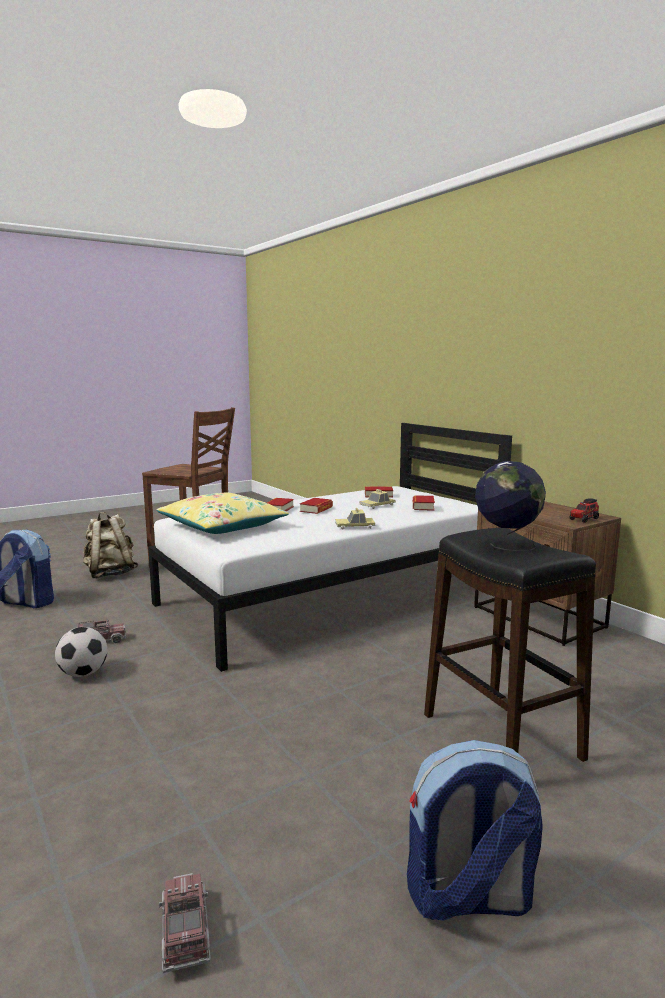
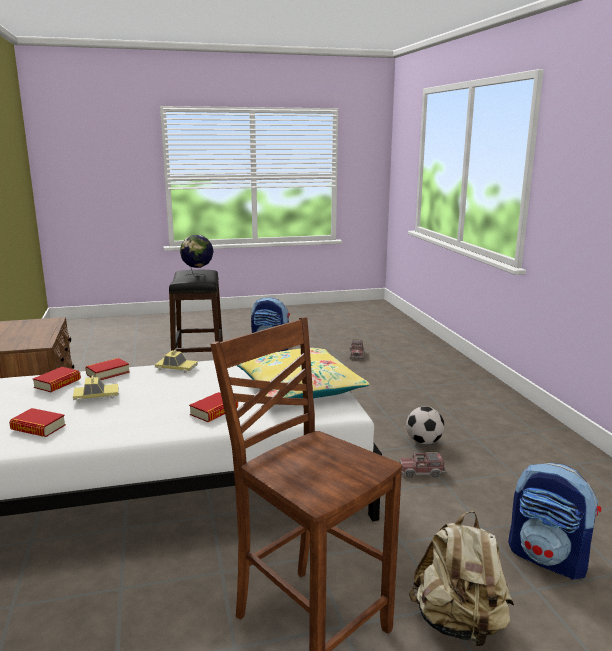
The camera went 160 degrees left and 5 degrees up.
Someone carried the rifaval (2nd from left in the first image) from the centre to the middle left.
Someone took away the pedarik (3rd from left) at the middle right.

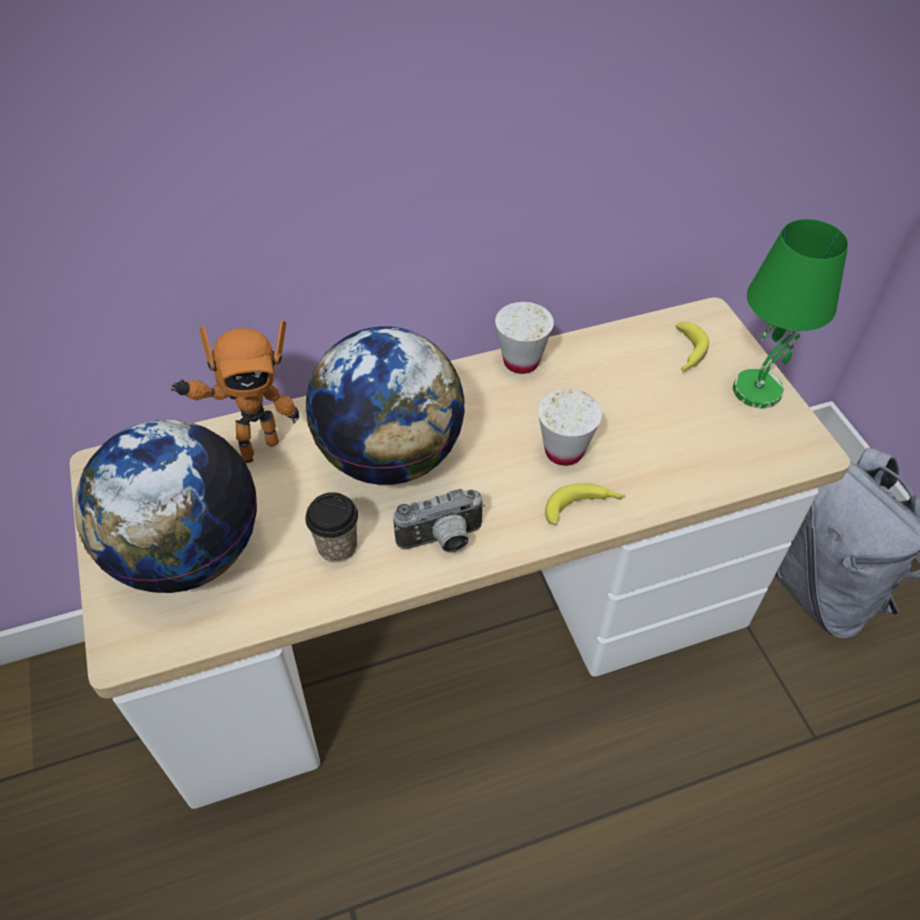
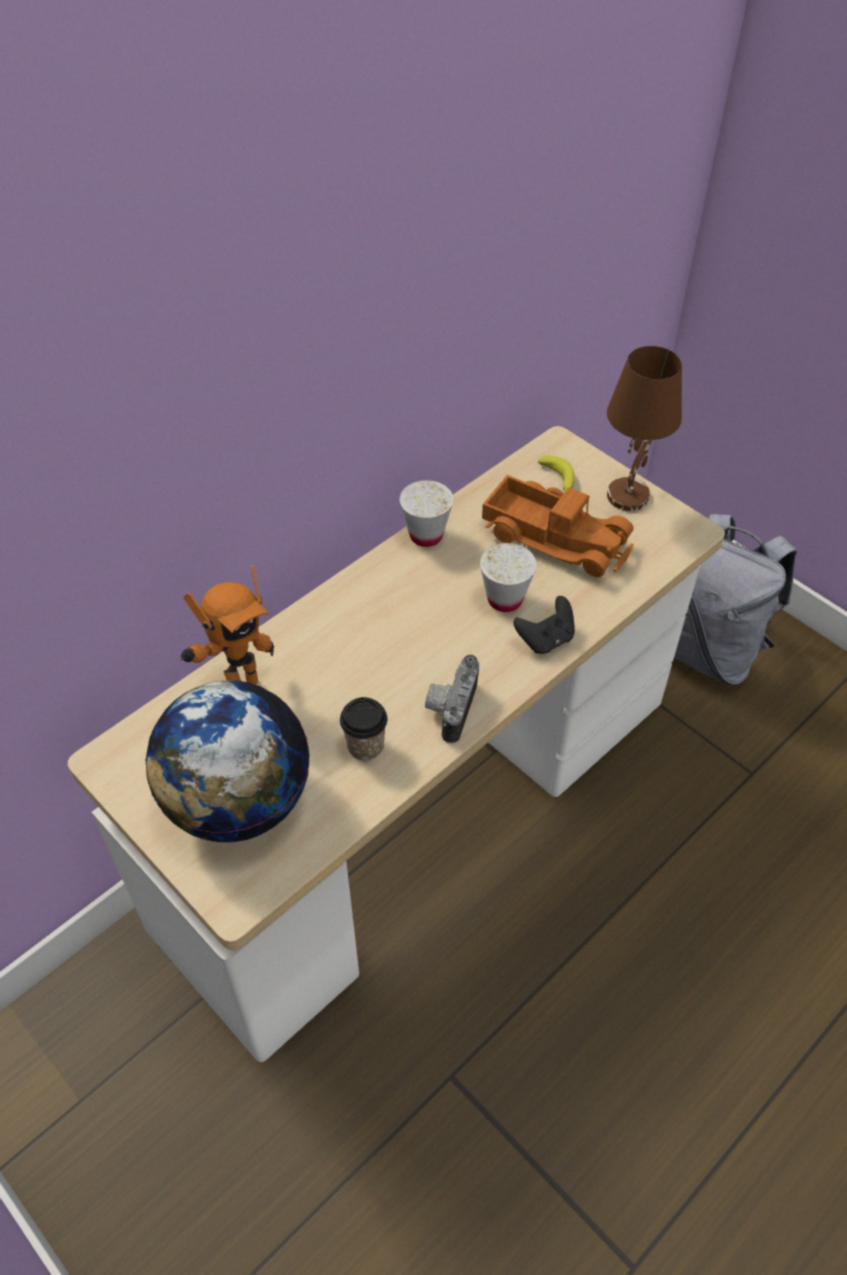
The camera went 25 degrees left and 0 degrees up.
Someone rotated the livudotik at the centre by 150 degrees clockwise.
Someone put down the pedarik at the centre.
Someone swapped the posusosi (1st from left) at the centre for the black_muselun at the centre.
Someone repainted the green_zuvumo at the middle right, which became the brown_zuvumo at the middle right.
Someone took away the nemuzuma (2nd from left) at the centre.

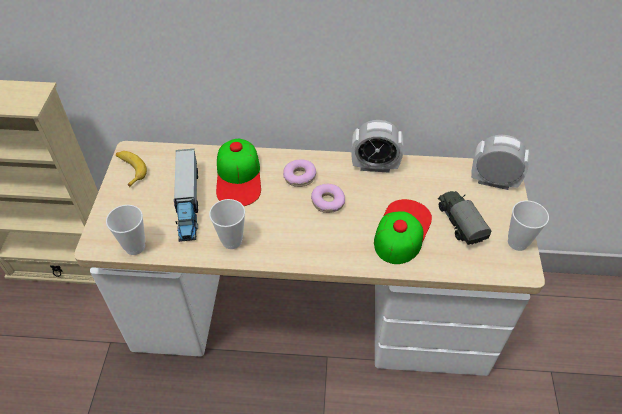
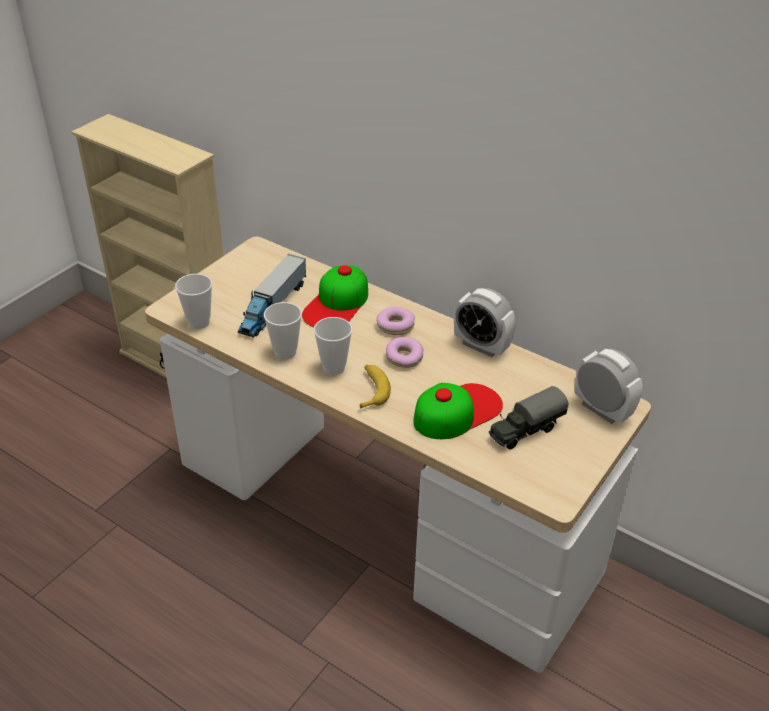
The camera went 30 degrees right and 10 degrees down.
Someone carried the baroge (3rd from left) from the middle right to the centre.
Someone carried the posusosi from the middle left to the centre.
Someone rotated the pedarik (2nd from left) at the middle right by 135 degrees counterclockwise.

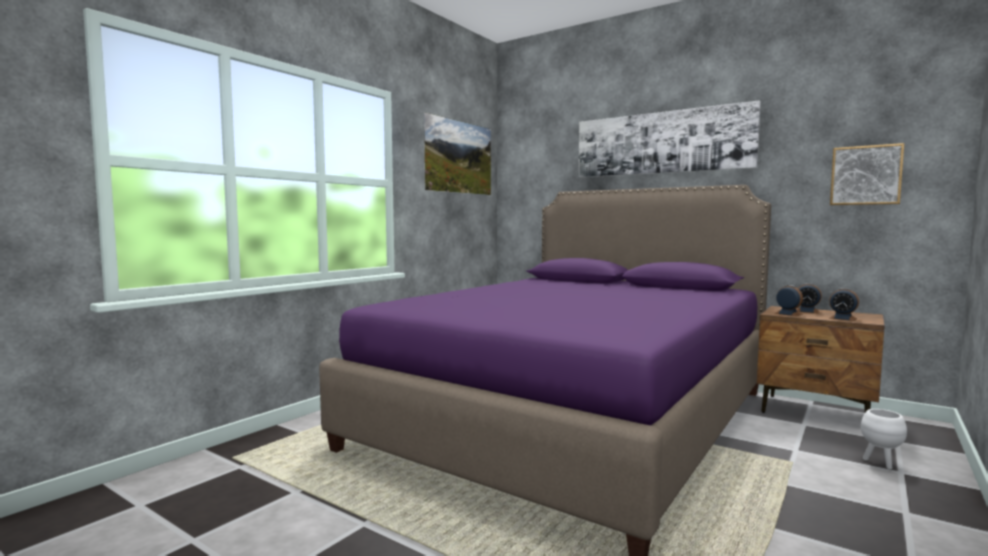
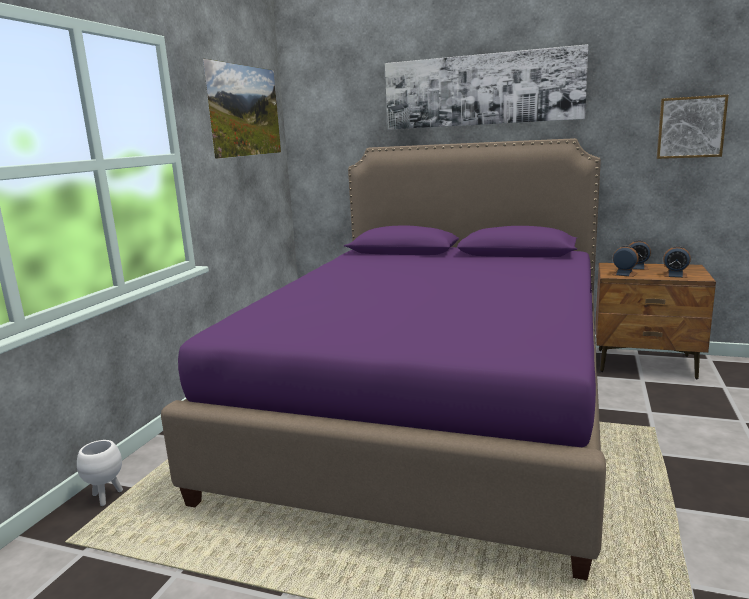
The camera went 15 degrees left and 10 degrees up.
Someone carried the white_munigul from the bottom right to the bottom left.

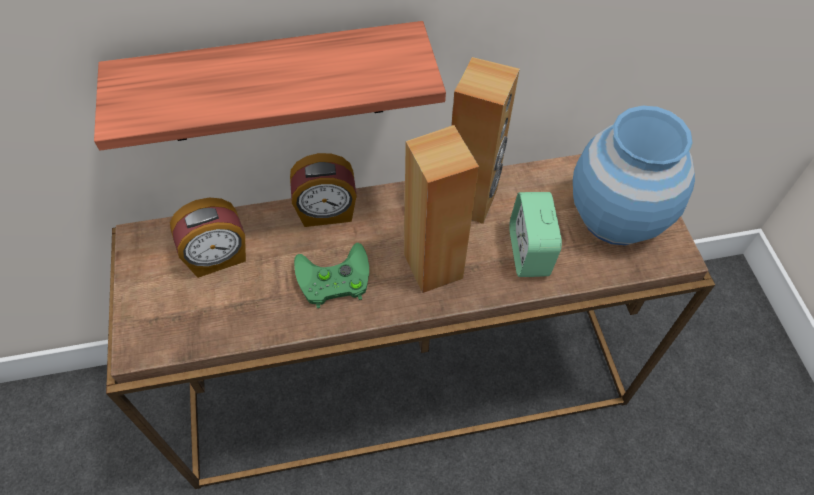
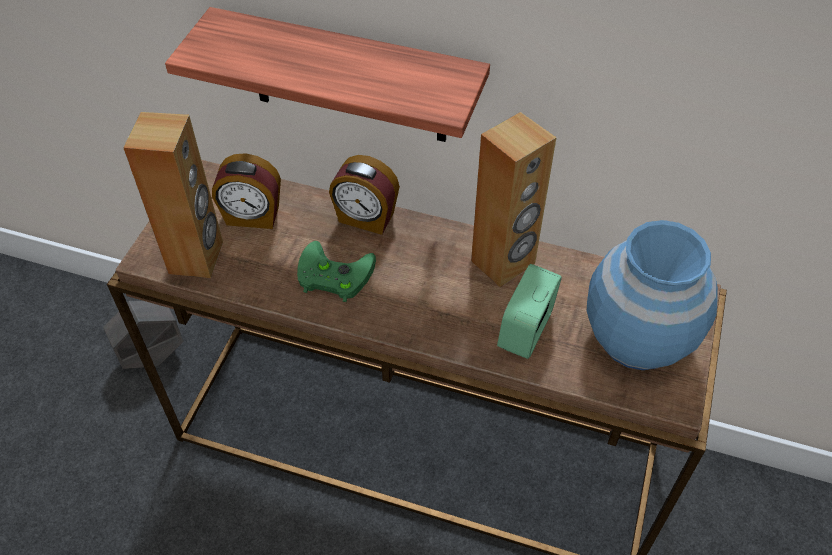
The camera went 30 degrees right and 5 degrees down.
Someone put down the grey_munigul at the middle left.
Someone carried the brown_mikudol (1st from left) from the centre to the middle left.

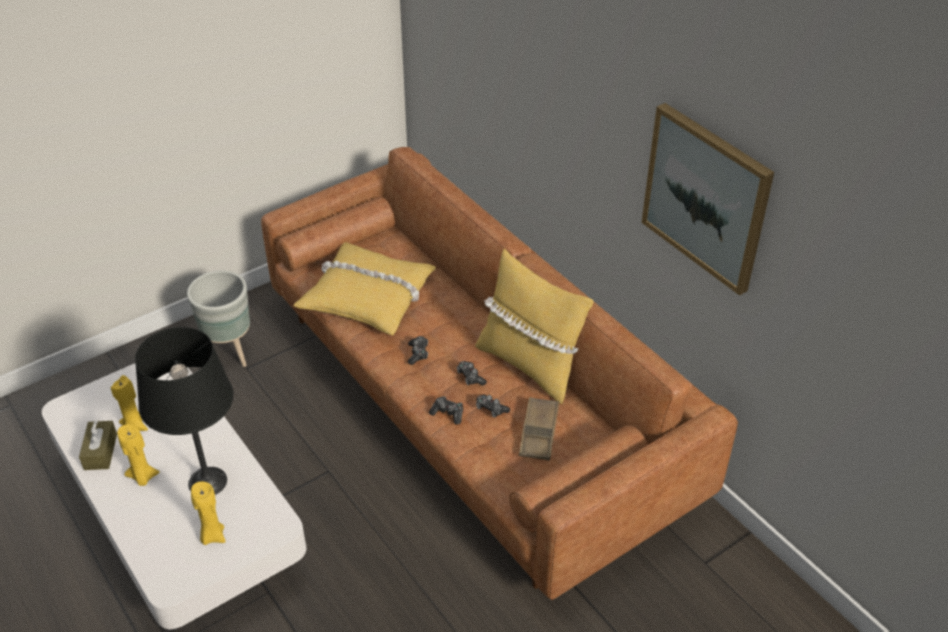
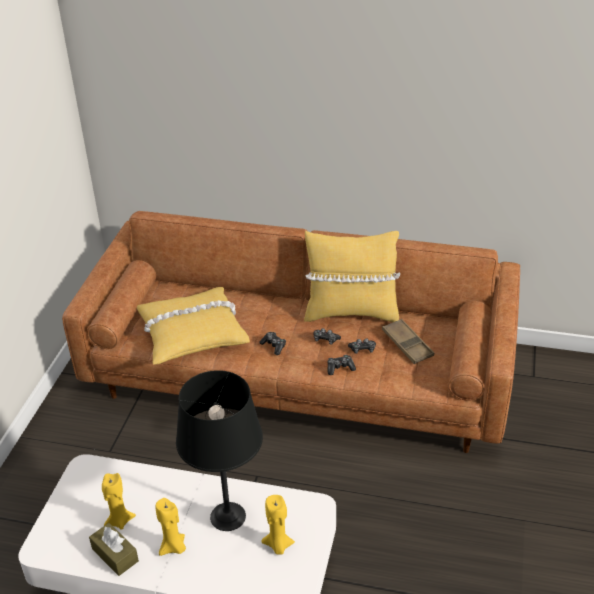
The camera went 40 degrees left and 5 degrees down.
Someone took away the grey_munigul at the middle left.
Someone took away the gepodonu at the top right.

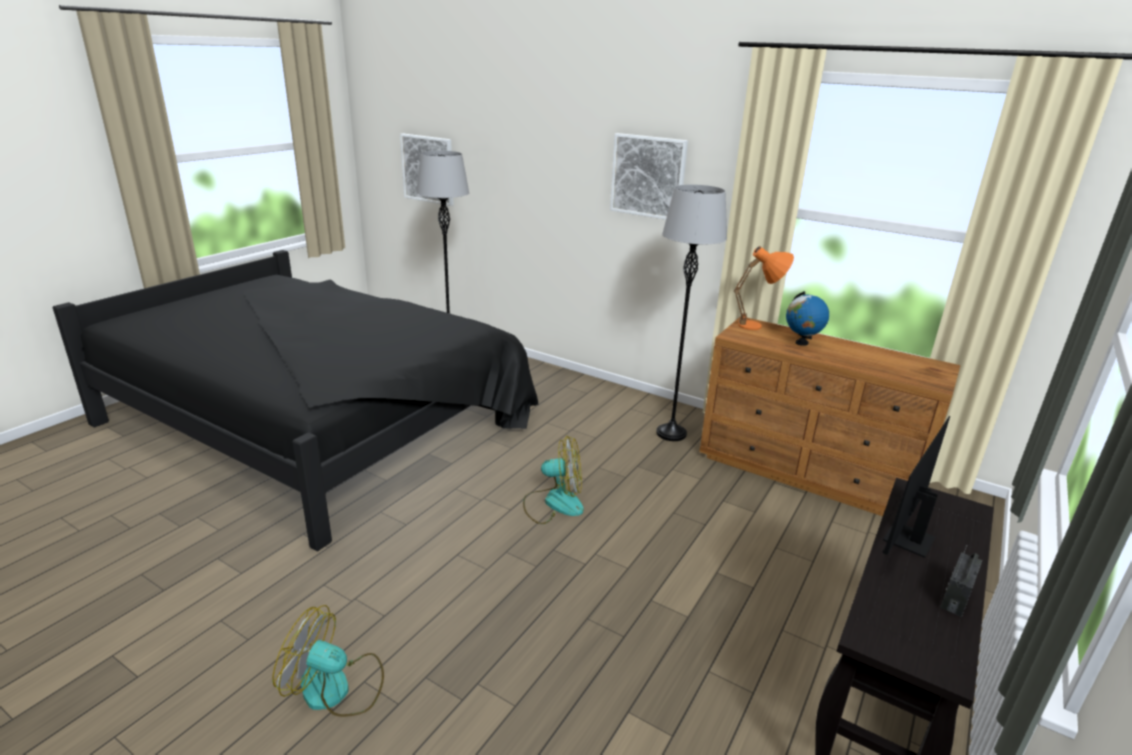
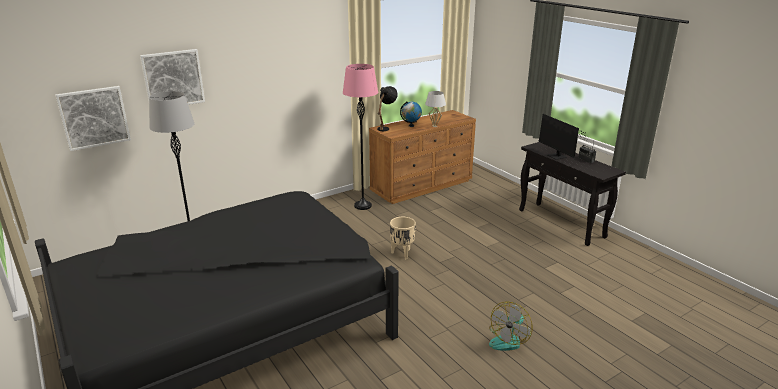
The camera went 65 degrees left and 0 degrees up.
Someone carried the gepodonu (2nd from left) from the top centre to the top left.
Someone repainted the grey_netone (2nd from left) at the centre, which became the pink_netone at the centre.
Someone repainted the orange_zuvumo at the middle right, which became the black_zuvumo at the top centre.
Someone swapped the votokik (2nd from left) at the centre for the beige_munigul at the centre.
Someone put down the white_zuvumo at the top centre.

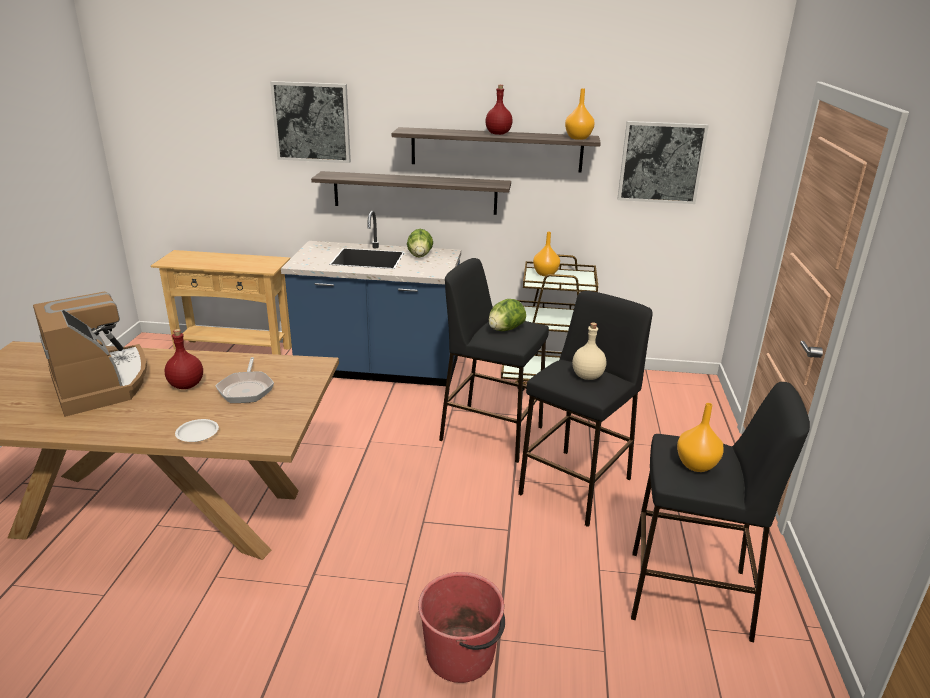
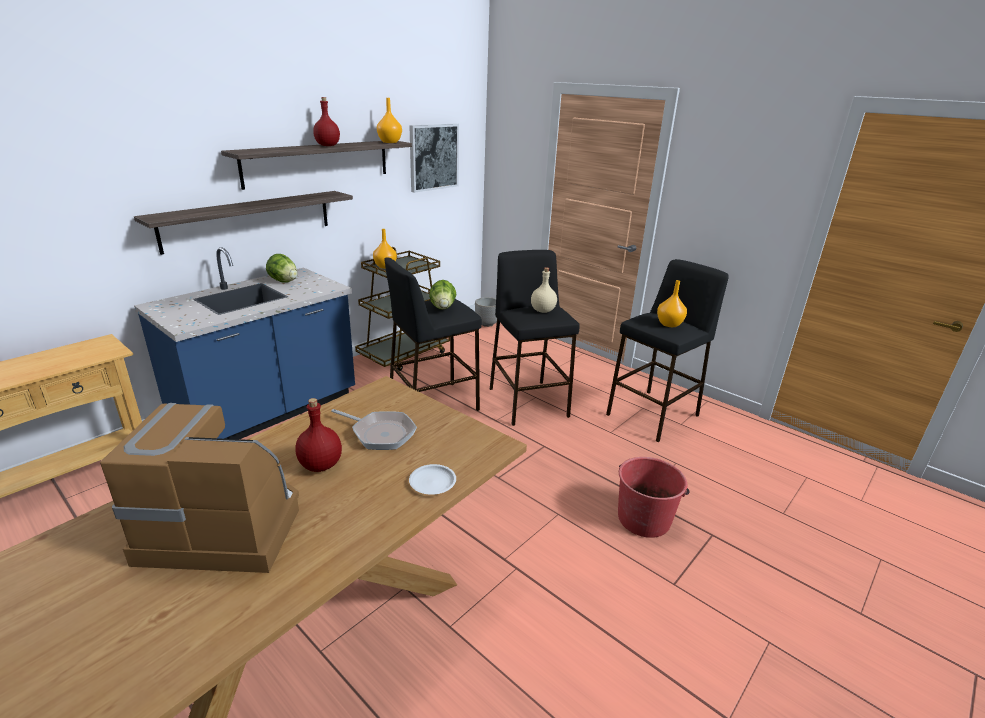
The camera went 55 degrees left and 0 degrees up.
Someone put down the munigul at the centre.
Someone took away the gepodonu (1st from left) at the top centre.

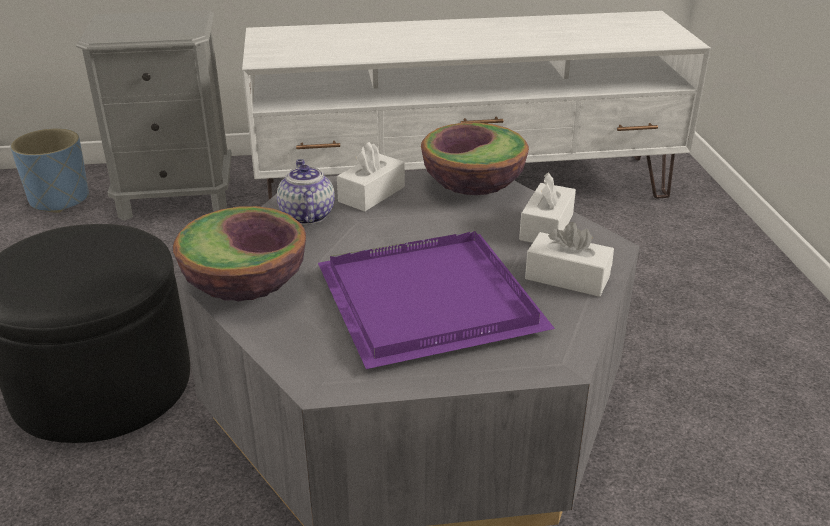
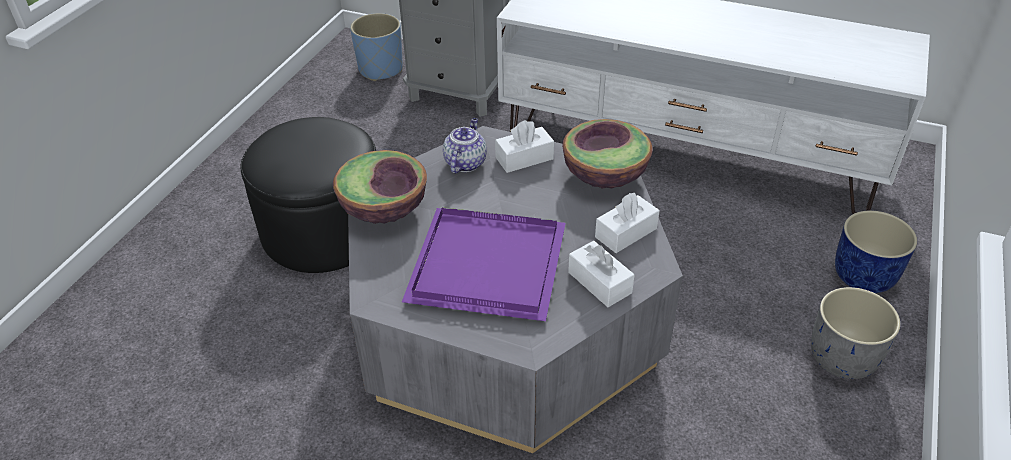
The camera went 30 degrees right and 10 degrees up.
Someone put down the grey_munigul at the bottom right.
Someone put down the blue_munigul (2nd from left) at the middle right.

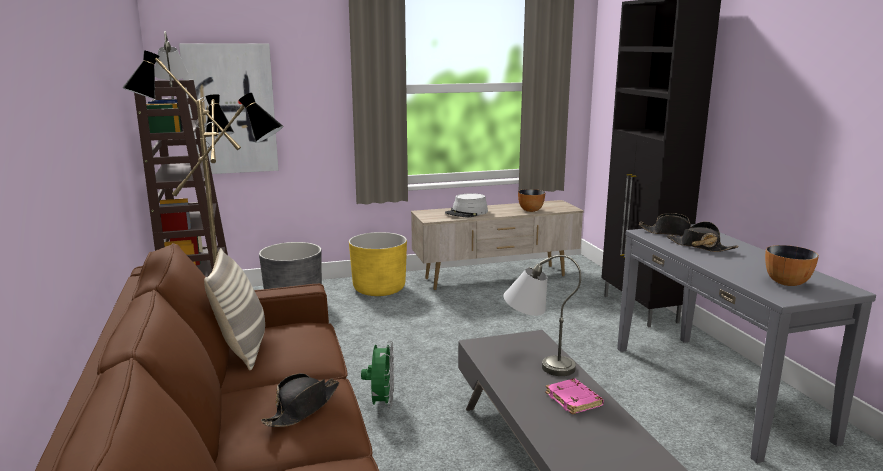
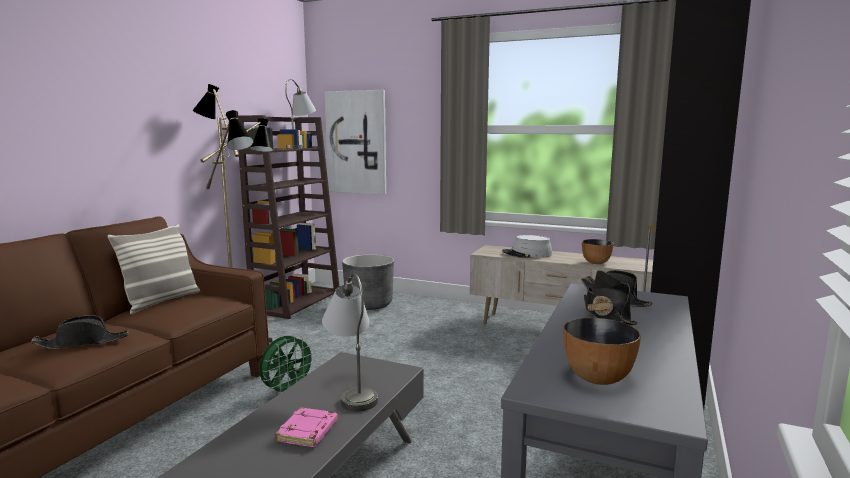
The camera went 40 degrees right and 5 degrees down.
Someone took away the yellow_munigul at the centre.

